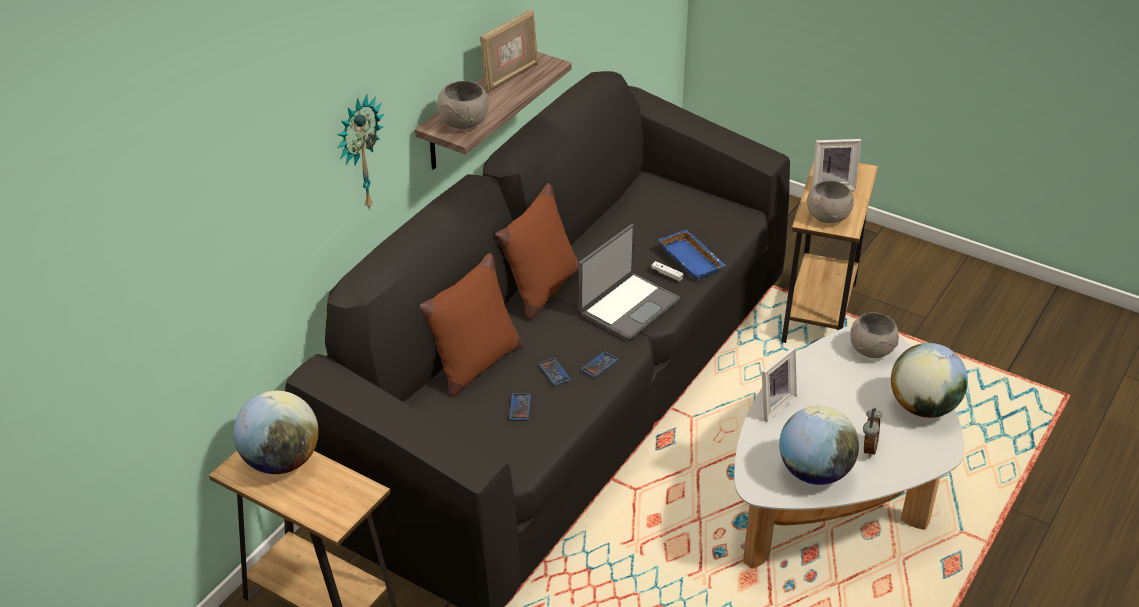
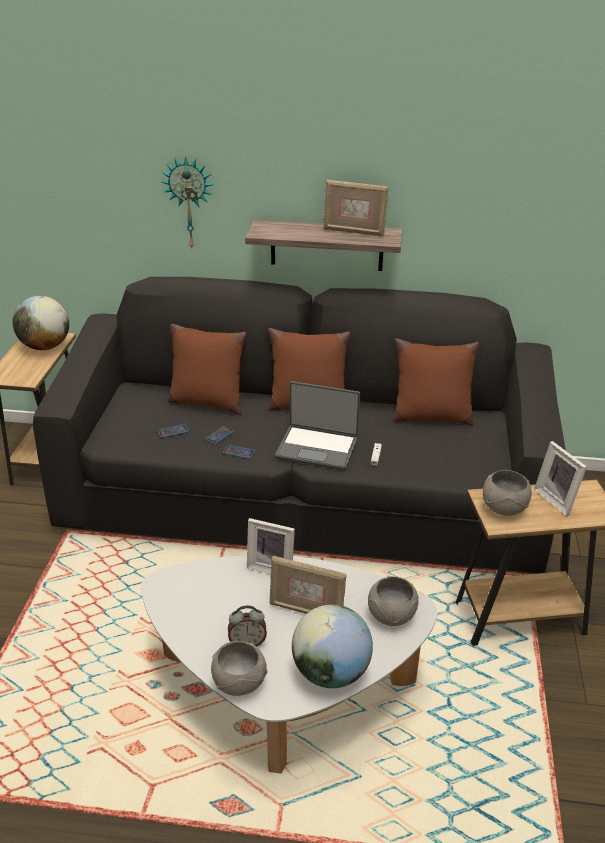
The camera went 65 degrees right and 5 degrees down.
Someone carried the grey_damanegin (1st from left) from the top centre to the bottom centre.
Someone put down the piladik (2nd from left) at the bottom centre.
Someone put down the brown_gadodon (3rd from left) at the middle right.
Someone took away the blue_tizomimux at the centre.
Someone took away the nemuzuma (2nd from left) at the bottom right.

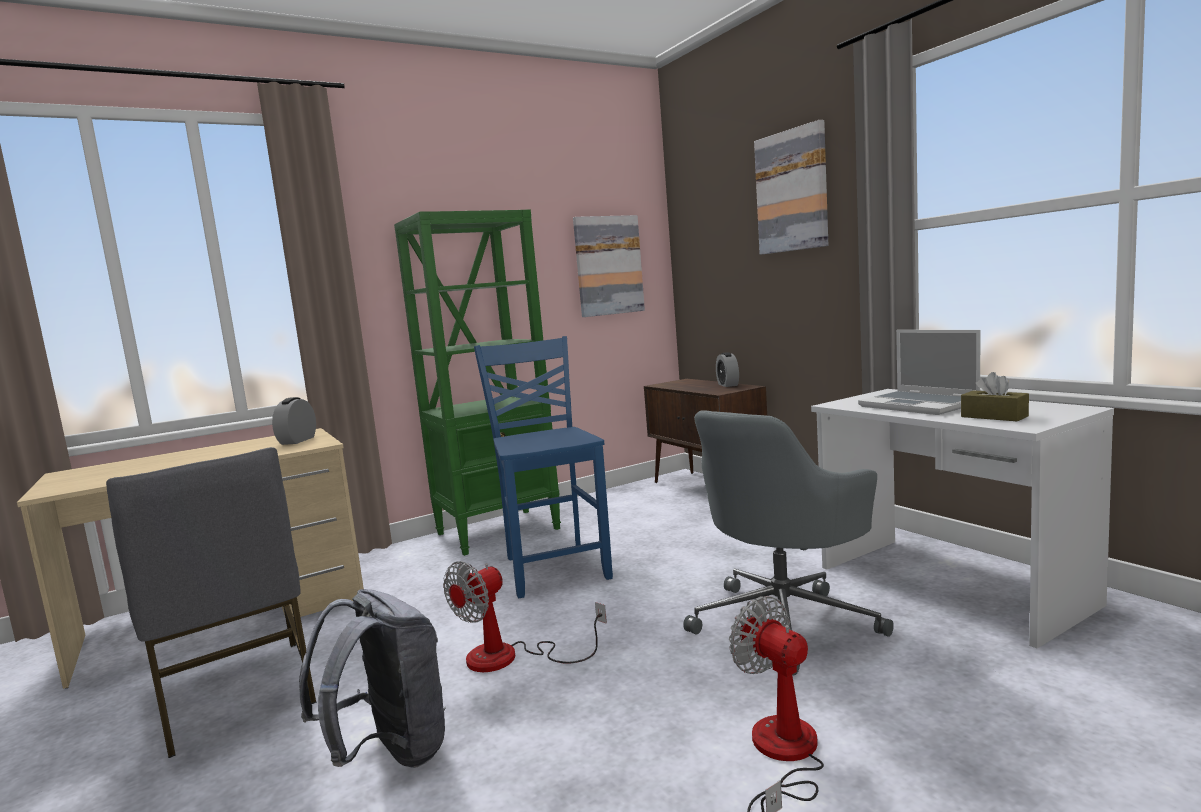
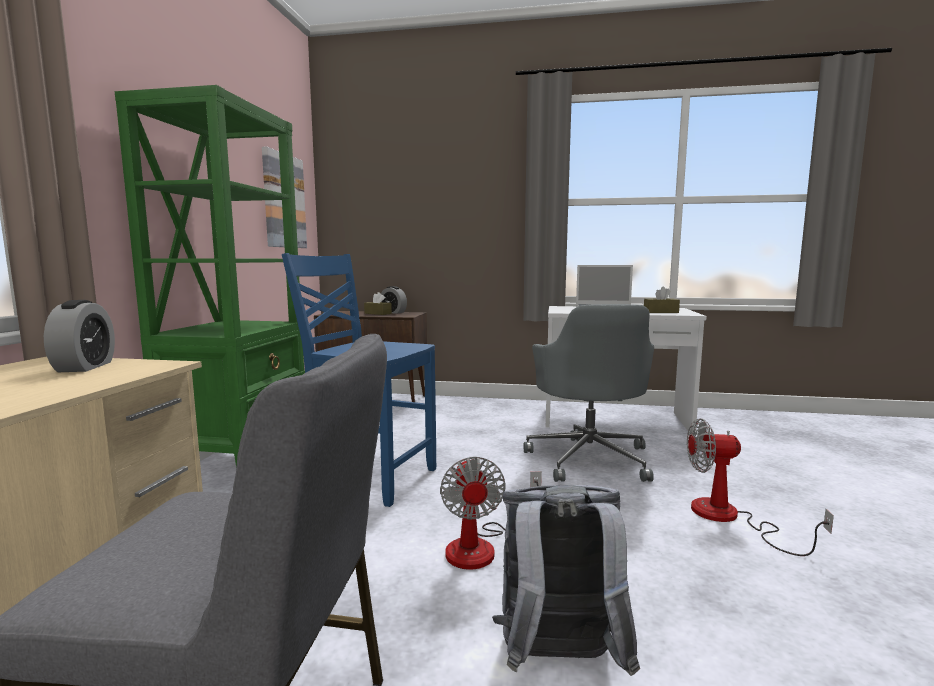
The camera went 50 degrees left and 0 degrees up.
Someone rotated the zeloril (1st from left) at the middle left by 150 degrees counterclockwise.
Someone put down the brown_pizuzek (1st from left) at the centre.
Someone took away the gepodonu (2nd from left) at the top centre.

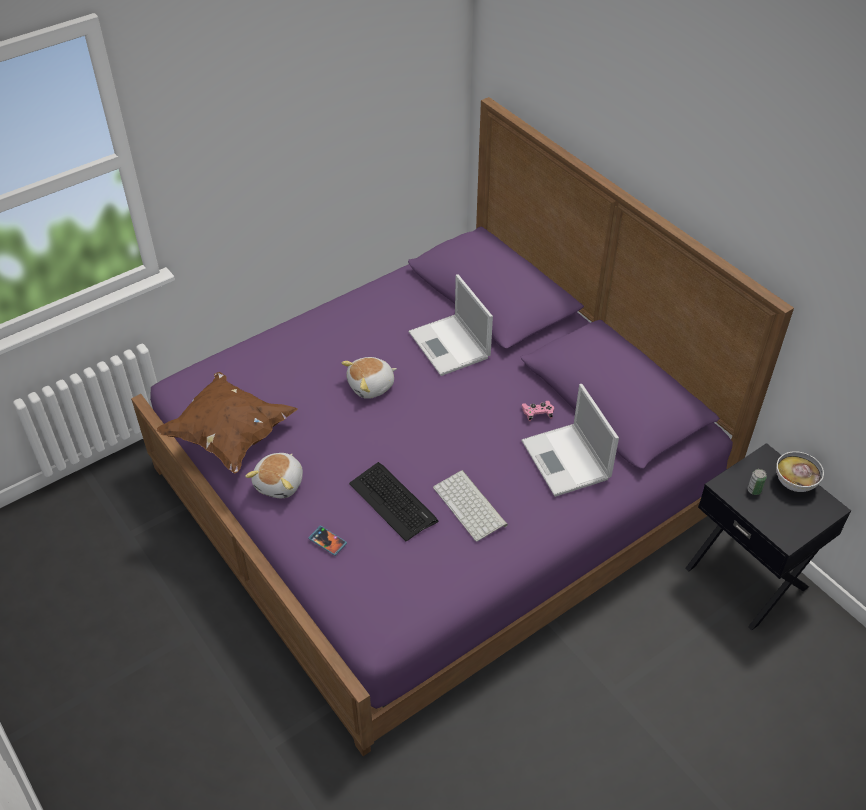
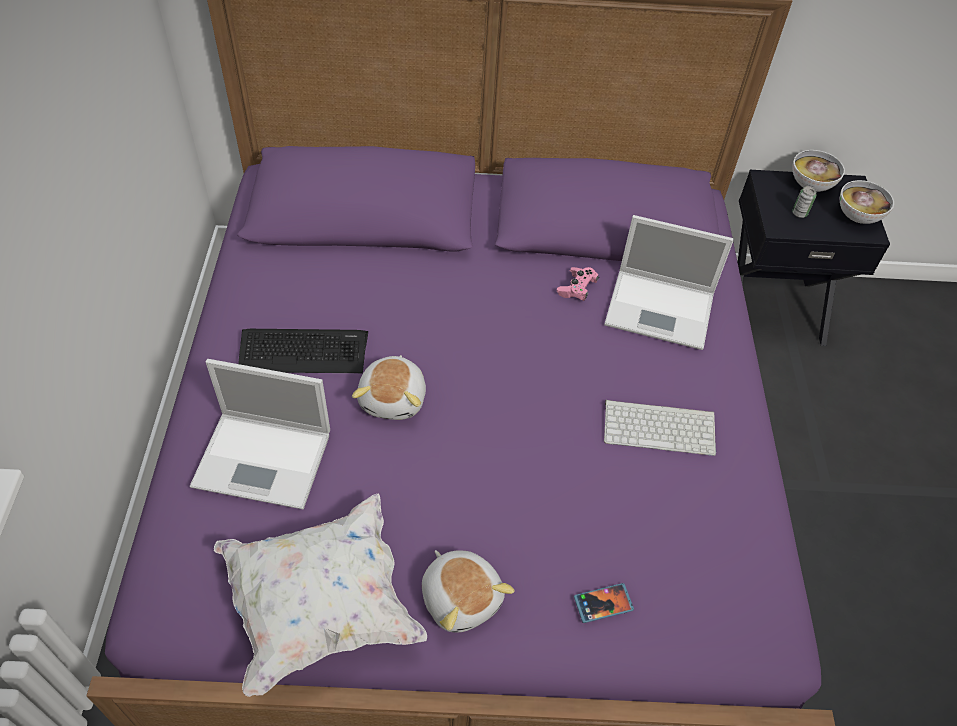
The camera went 55 degrees left and 5 degrees up.
Someone carried the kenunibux (1st from left) from the centre to the middle left.
Someone repainted the brown_gadodon at the middle left, which became the white_gadodon at the bottom centre.
Someone carried the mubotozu (1st from left) from the centre to the middle left.
Someone put down the damanegin (2nd from left) at the top right.

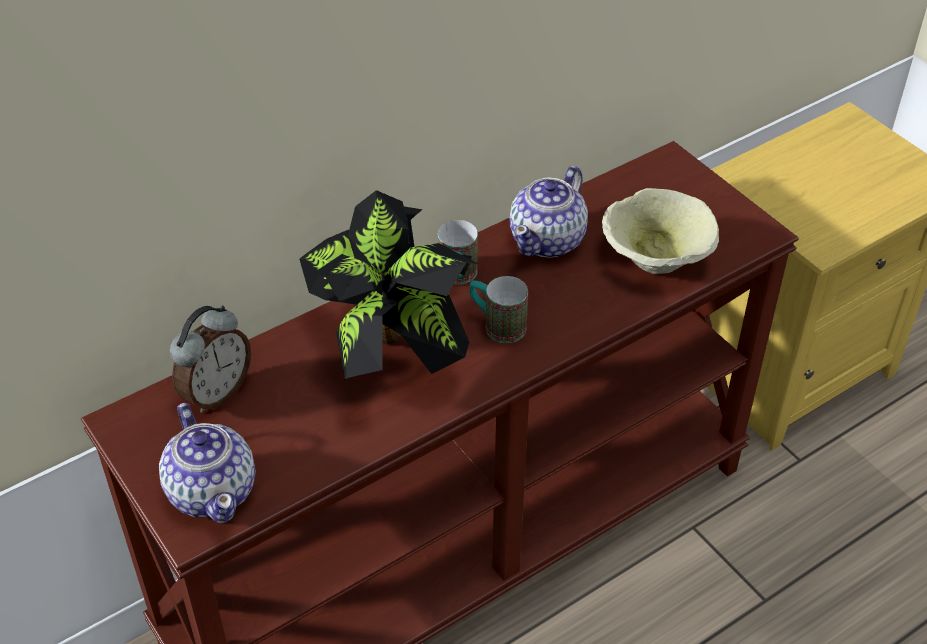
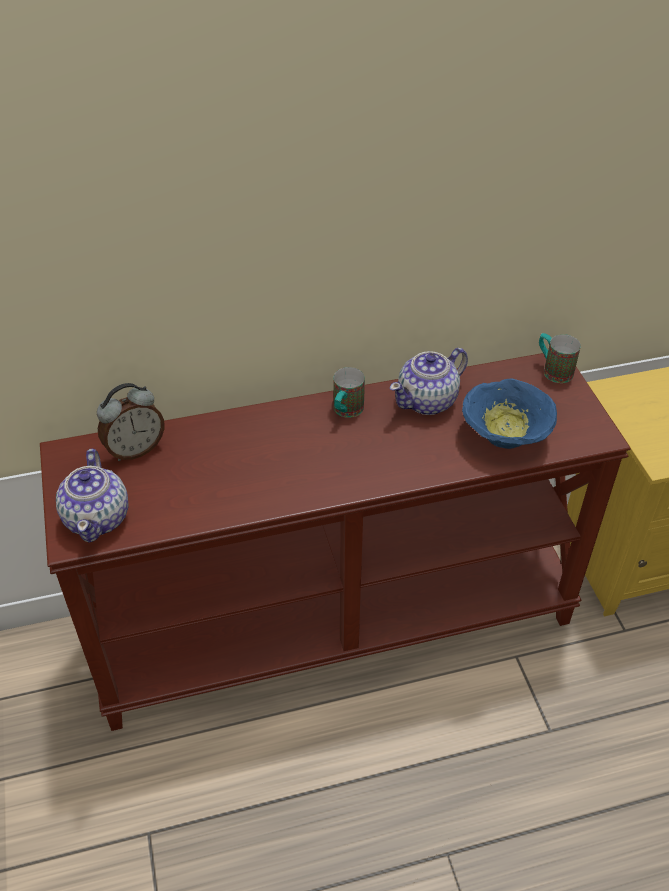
The camera went 20 degrees right and 0 degrees up.
Someone repainted the beige_damanegin at the middle right, which became the blue_damanegin at the middle right.
Someone carried the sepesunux (2nd from left) from the centre to the middle right.
Someone took away the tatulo at the centre.

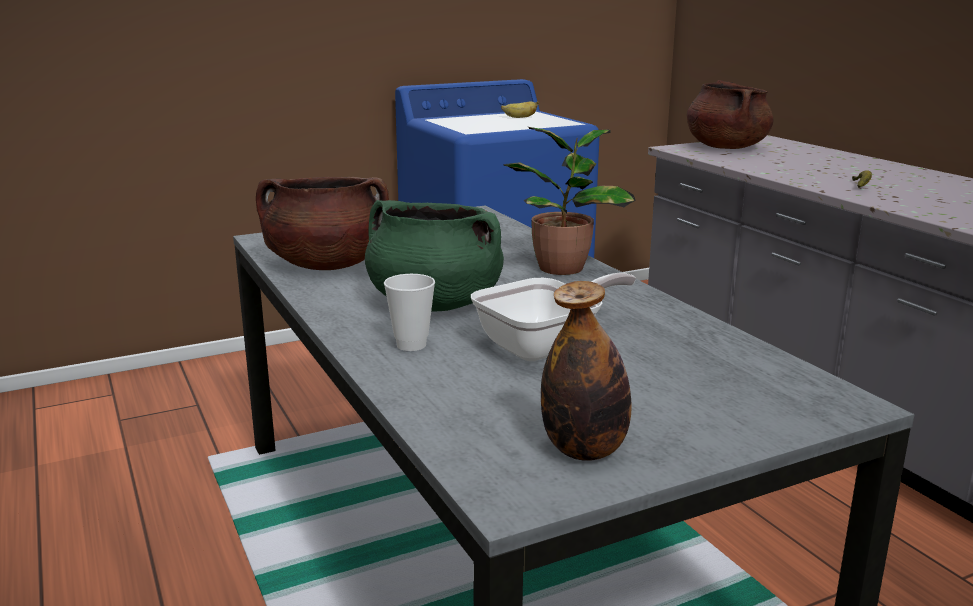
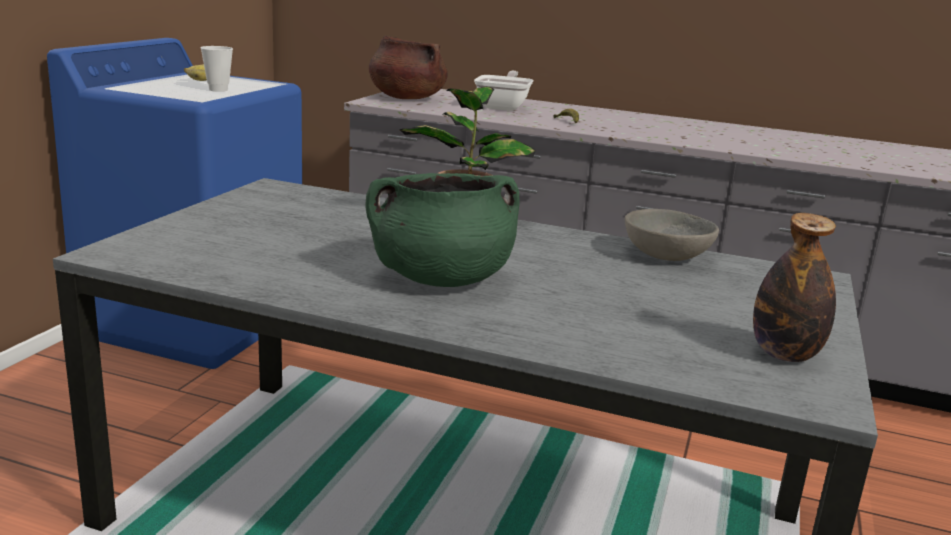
The camera went 45 degrees left and 0 degrees up.
Someone carried the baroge from the centre to the top left.
Someone carried the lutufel from the centre to the top centre.
Someone put down the grey_damanegin at the middle right.
Someone took away the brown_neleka (1st from left) at the middle left.

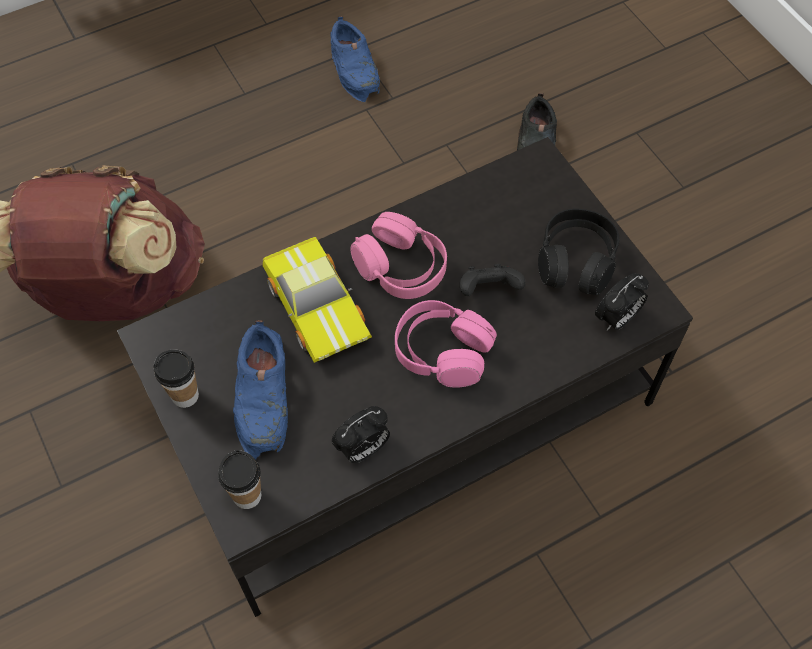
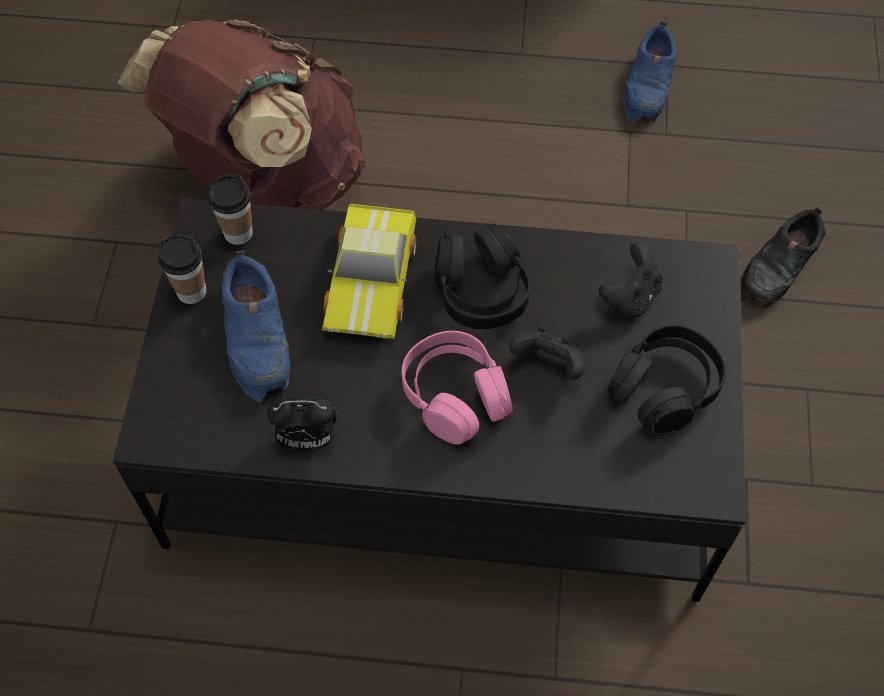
The camera went 35 degrees right and 0 degrees up.
Someone carried the baroge (2nd from left) from the bottom left to the top left.
Someone rotated the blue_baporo (1st from left) at the middle left by 45 degrees counterclockwise.
Someone repainted the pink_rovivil (1st from left) at the centre, which became the black_rovivil (1st from left) at the centre.
Someone put down the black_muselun (2nd from left) at the middle right.
Someone took away the zeloril (2nd from left) at the middle right.

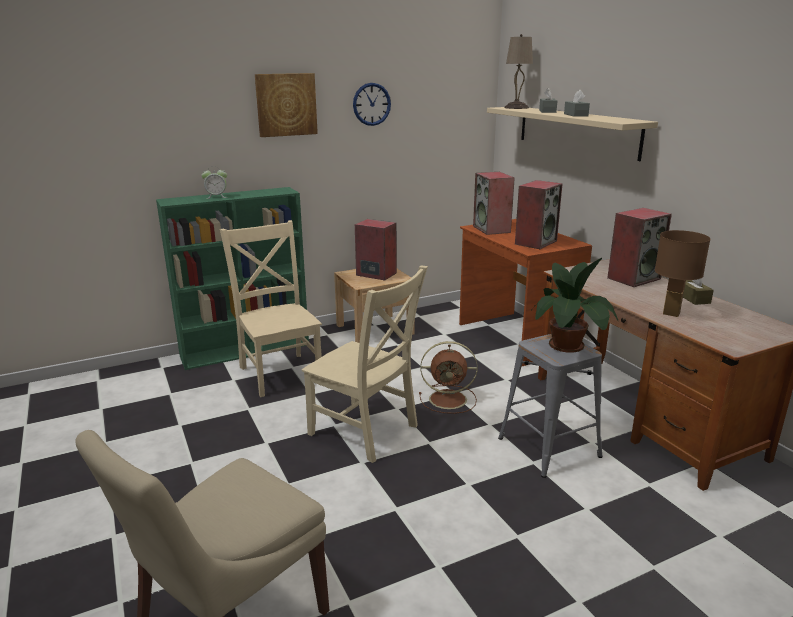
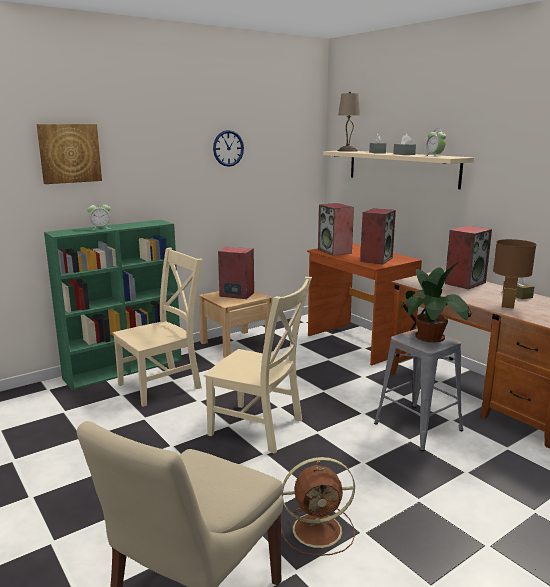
The camera went 10 degrees left and 5 degrees down.
Someone carried the gepodonu from the top centre to the top left.
Someone rotated the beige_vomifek (2nd from left in the first image) at the centre by 90 degrees clockwise.
Someone carried the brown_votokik from the centre to the bottom centre.
Someone put down the zeloril (2nd from left) at the top right.

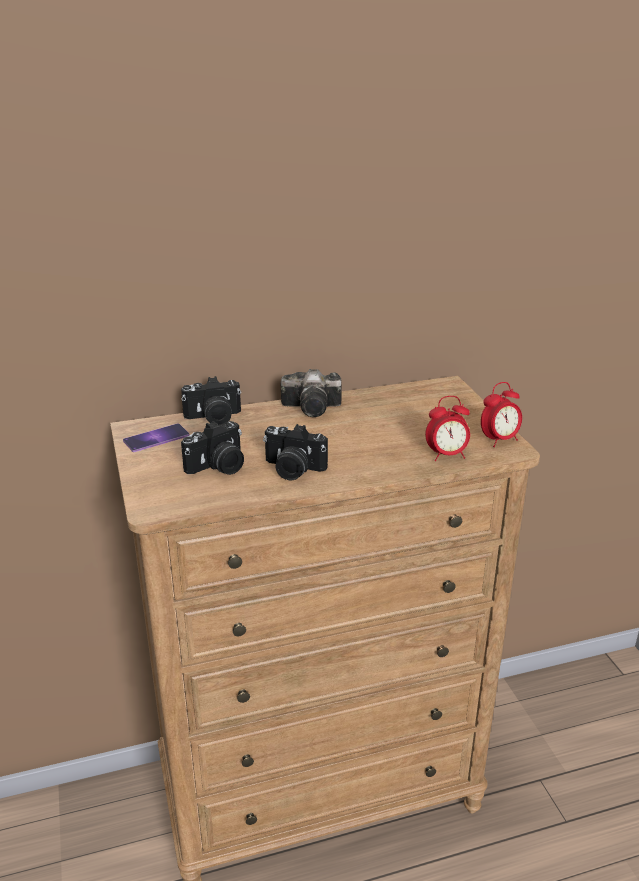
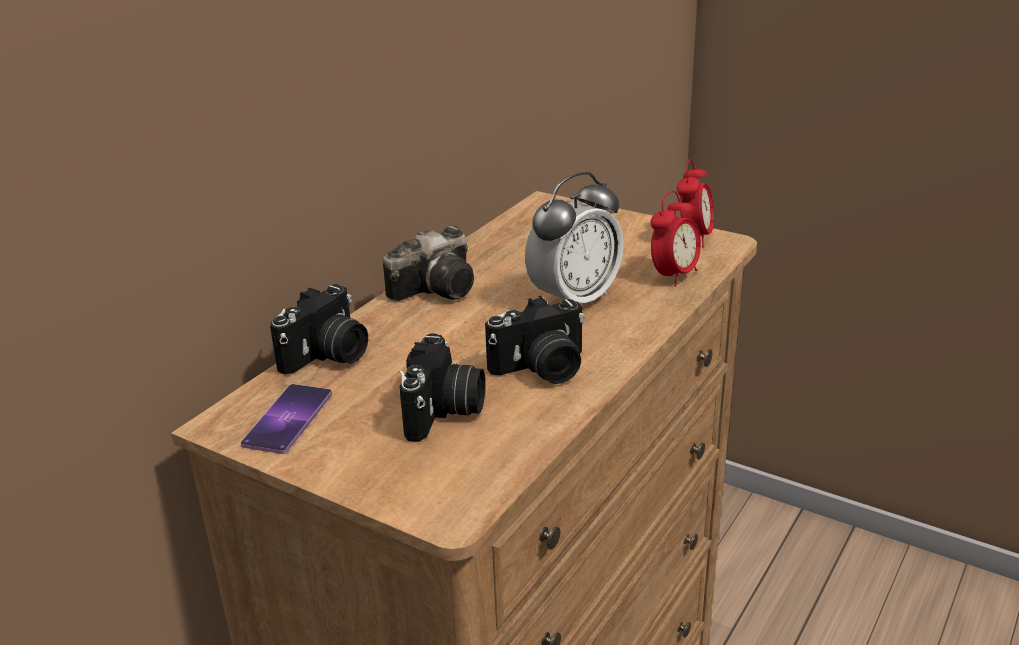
The camera went 40 degrees left and 0 degrees up.
Someone put down the zeloril (1st from left) at the centre.

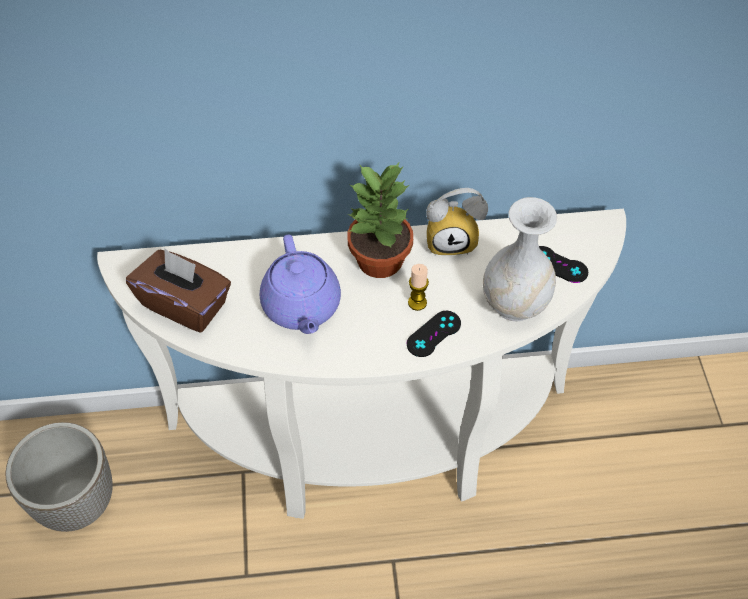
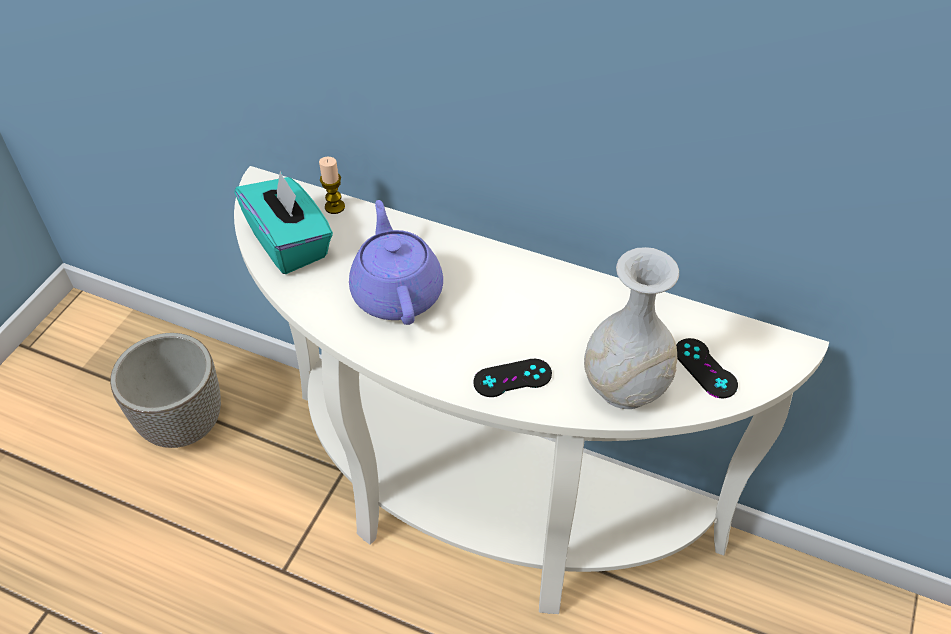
The camera went 30 degrees right and 5 degrees down.
Someone repainted the brown_pizuzek at the middle left, which became the turquoise_pizuzek at the middle left.
Someone carried the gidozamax from the centre to the top centre.
Someone rotated the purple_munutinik at the centre by 150 degrees clockwise.
Someone took away the tatulo at the centre.
Someone took away the zeloril at the centre.

